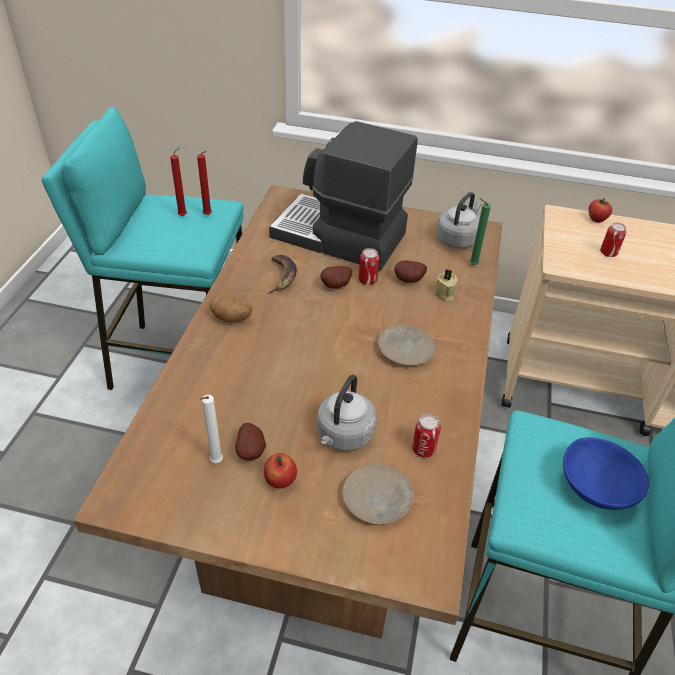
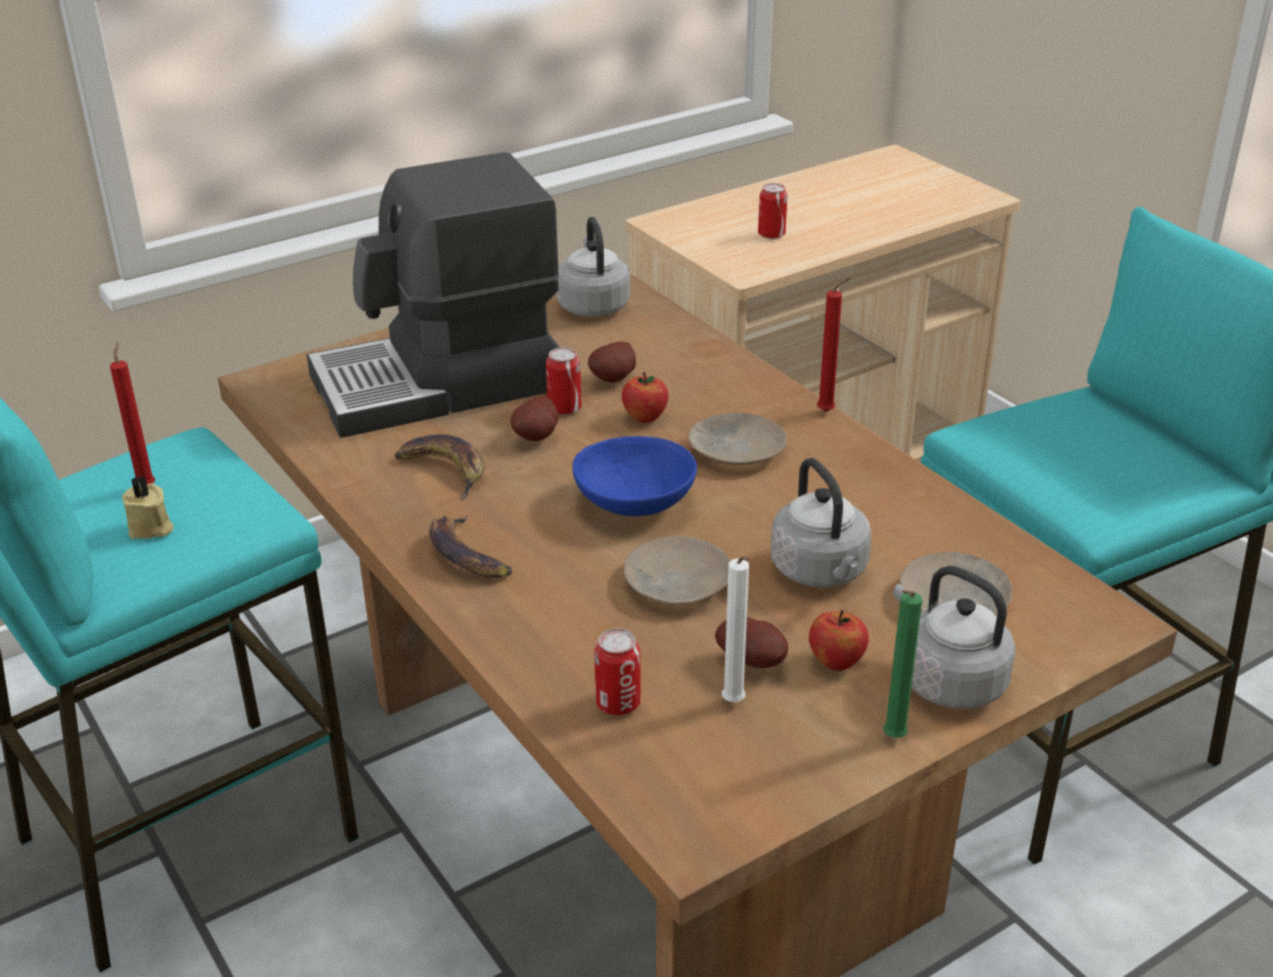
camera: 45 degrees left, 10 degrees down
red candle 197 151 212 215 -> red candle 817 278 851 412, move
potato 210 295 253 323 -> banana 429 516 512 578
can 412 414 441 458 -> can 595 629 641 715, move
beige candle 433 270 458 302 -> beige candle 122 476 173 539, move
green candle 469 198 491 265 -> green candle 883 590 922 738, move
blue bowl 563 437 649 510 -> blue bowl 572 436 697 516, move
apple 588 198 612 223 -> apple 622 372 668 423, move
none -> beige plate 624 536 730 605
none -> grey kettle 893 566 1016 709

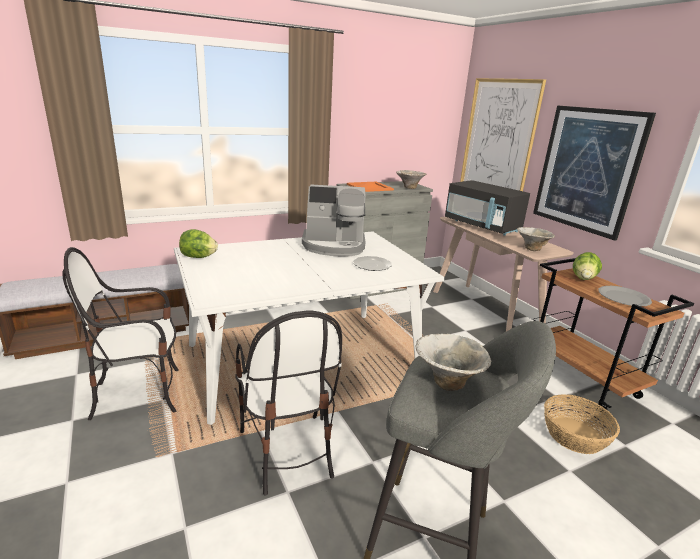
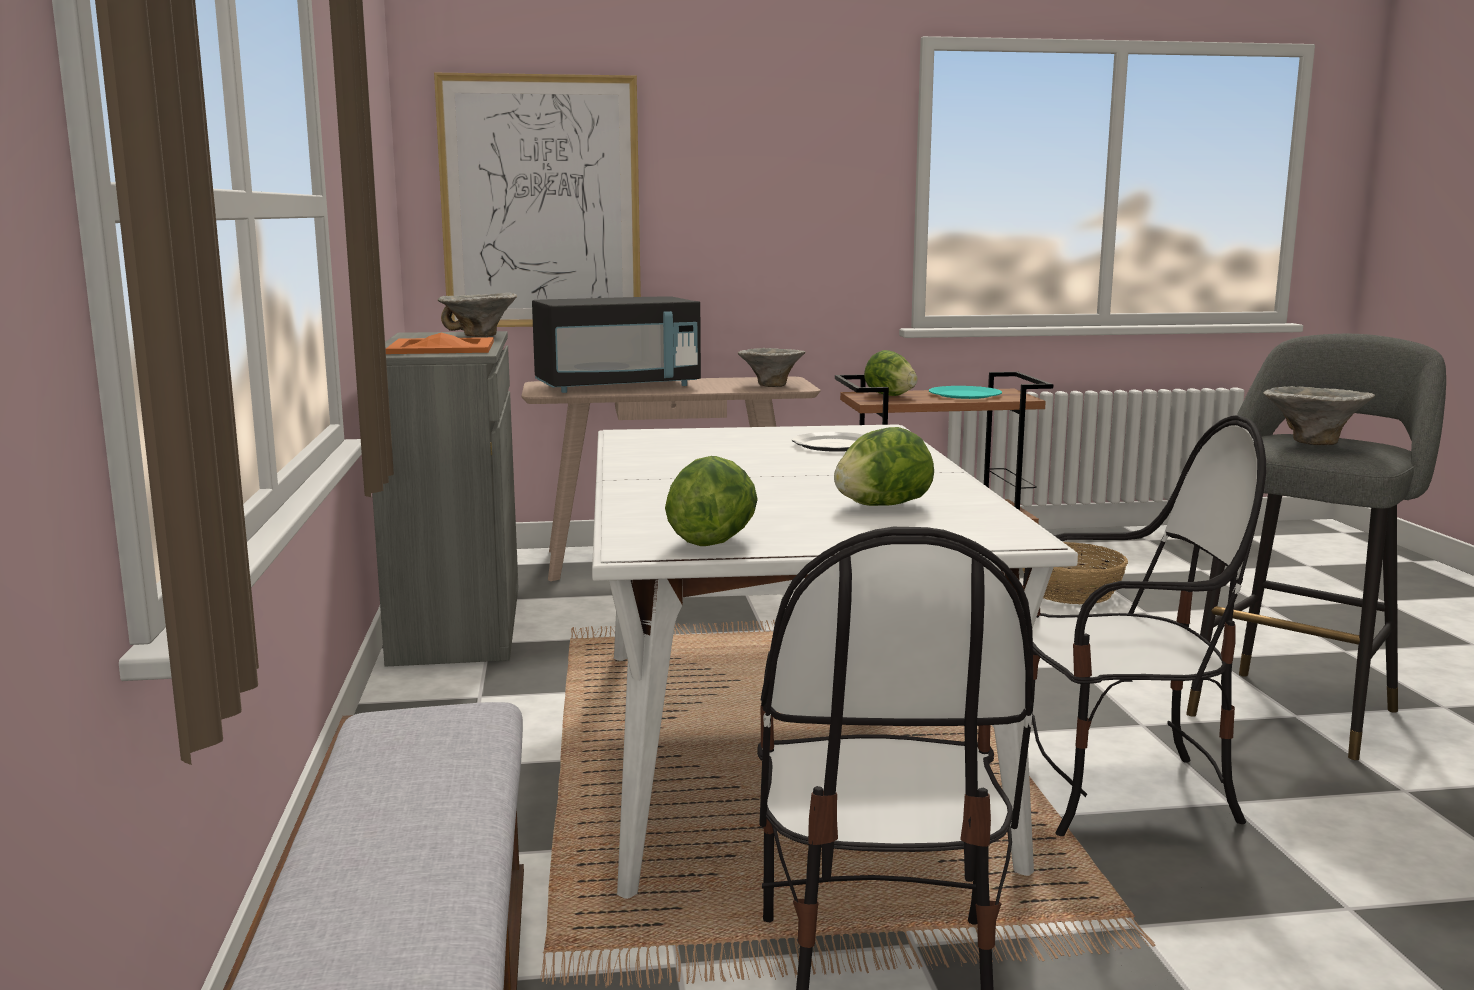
camera: 70 degrees left, 10 degrees down
coffee machine 302 184 366 257 -> none
picture 533 105 656 241 -> none
grey plate 598 286 652 306 -> turquoise plate 929 386 1002 399
none -> lettuce 834 427 934 506

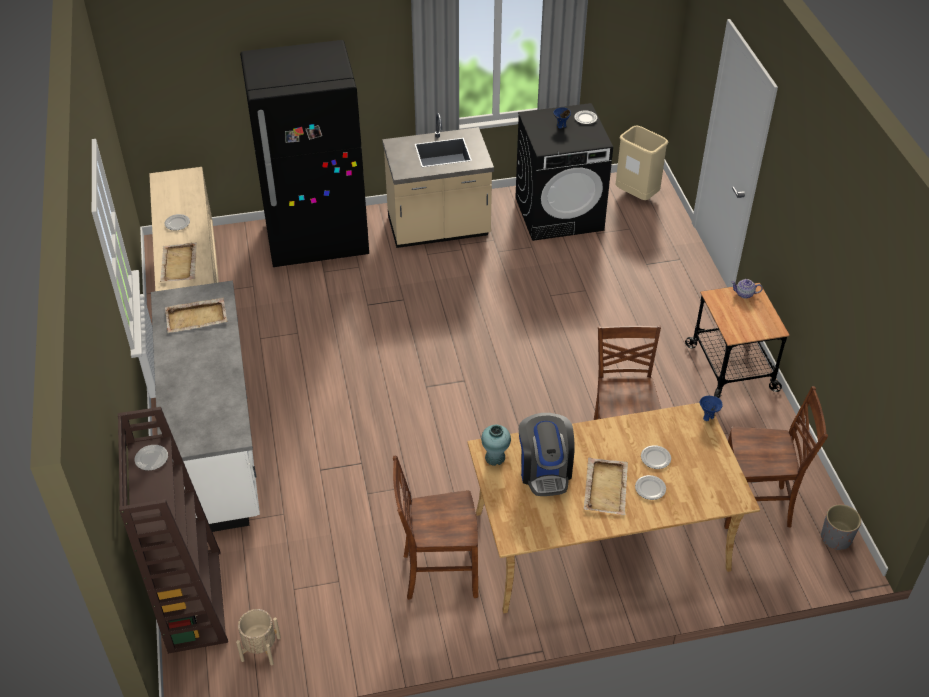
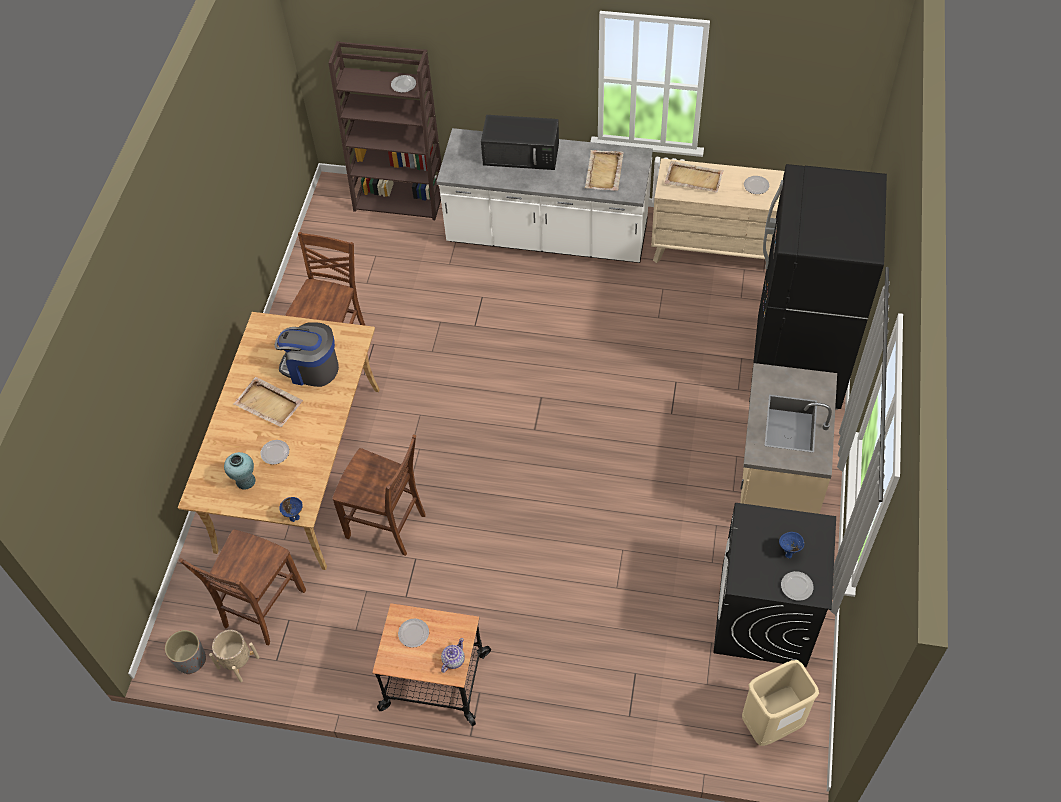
camera: 115 degrees right, 10 degrees up
beige planter 236 609 281 666 -> beige planter 209 630 260 682, move
turquoise vase 481 425 511 466 -> turquoise vase 224 452 256 490, move
plate 635 475 666 500 -> plate 398 619 429 648, move
none -> black microwave 481 115 559 170

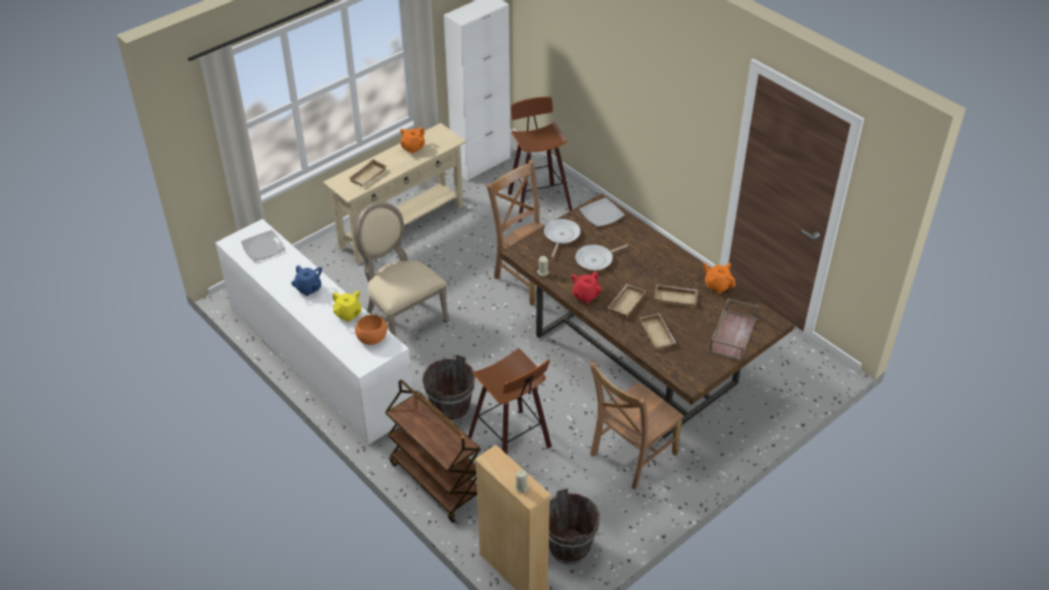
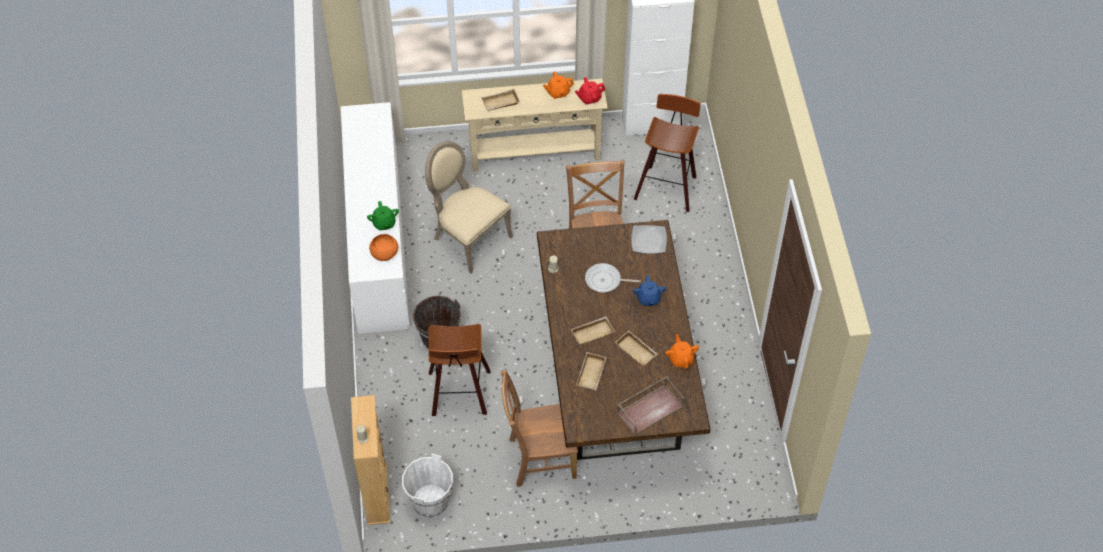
camera: 35 degrees right, 10 degrees up
plate 241 230 285 261 -> none
blue teapot 291 265 322 296 -> blue teapot 633 276 666 306, move
yellow teapot 333 291 362 322 -> green teapot 367 201 399 231
beige chair 354 202 449 337 -> beige chair 425 141 513 274, 45 degrees counterclockwise
brown cart 385 380 481 523 -> none
frying pan 544 219 581 258 -> none
brown bucket 549 488 600 565 -> white bucket 402 454 453 517
red teapot 571 271 602 303 -> red teapot 575 77 606 105, move

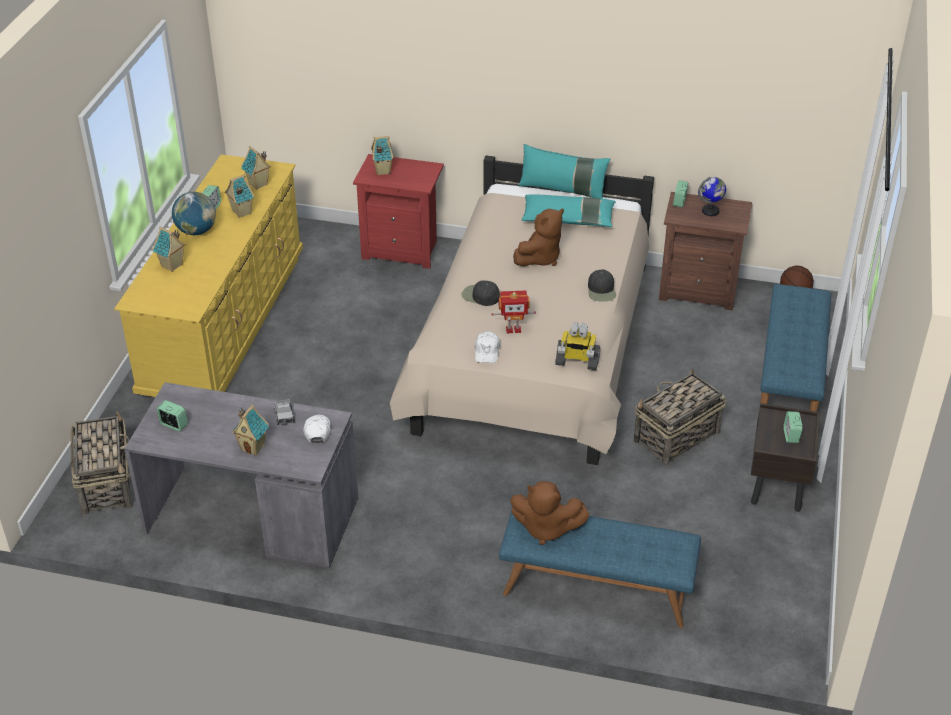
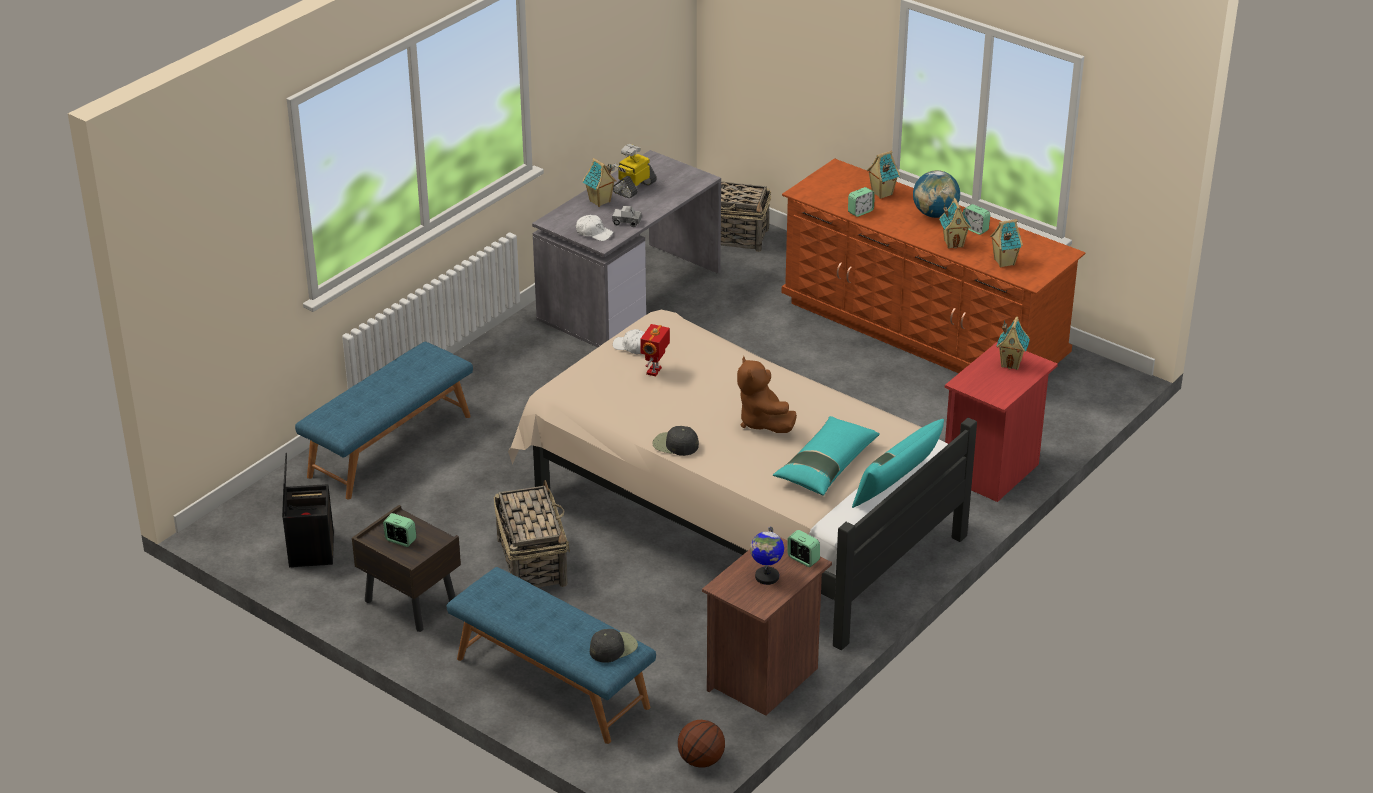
camera: 115 degrees right, 5 degrees down
yellow dresser 114 154 303 397 -> brown dresser 782 159 1085 373
alarm clock 157 400 188 432 -> alarm clock 848 187 875 217, move
black cap 462 281 500 306 -> black cap 590 629 638 663, move
brown plush toy 510 481 590 545 -> none
toy robot 555 322 600 370 -> toy robot 611 144 657 198, move
none -> black storage box 282 453 334 567

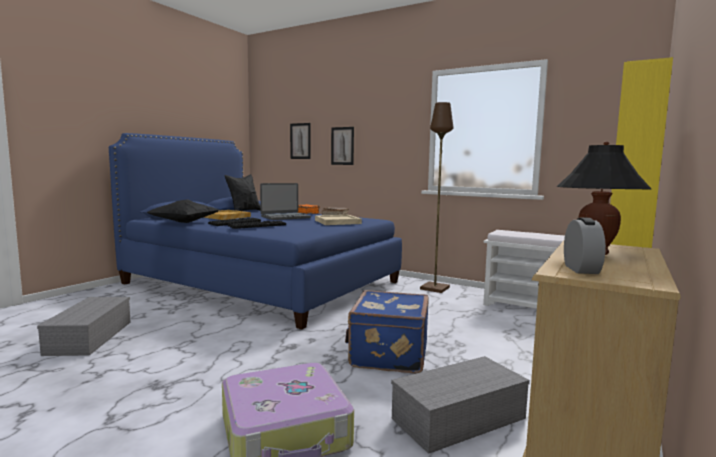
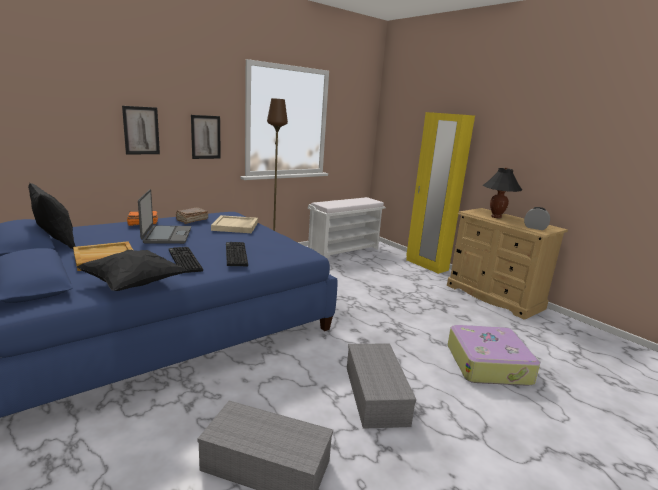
camera: 70 degrees left, 10 degrees up
picture 290 123 311 159 -> picture 191 115 221 159, move
blue suitcase 345 290 429 373 -> none
grey storage box 391 356 530 454 -> grey storage box 347 344 416 429, move

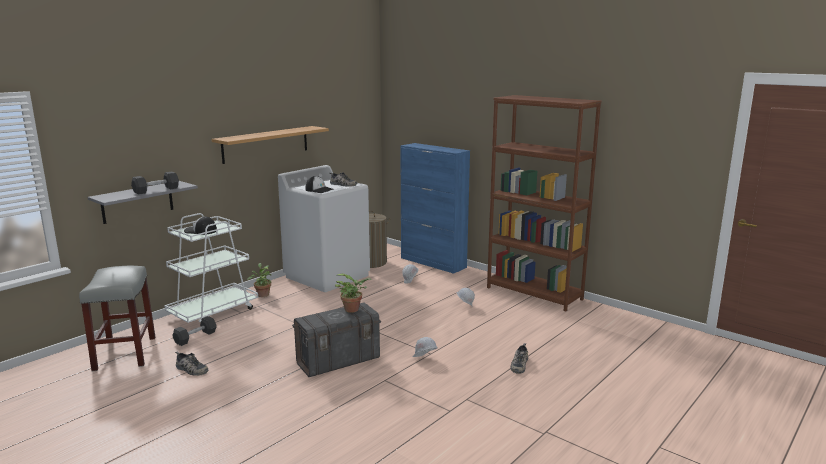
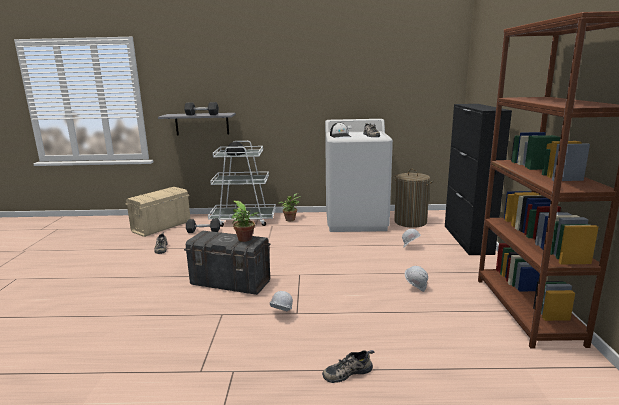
camera: 50 degrees right, 0 degrees up
grey stool 79 266 155 372 -> beige storage box 125 187 191 237
shelf 211 126 329 164 -> none
blue cabinet 400 143 470 274 -> black cabinet 445 104 512 255

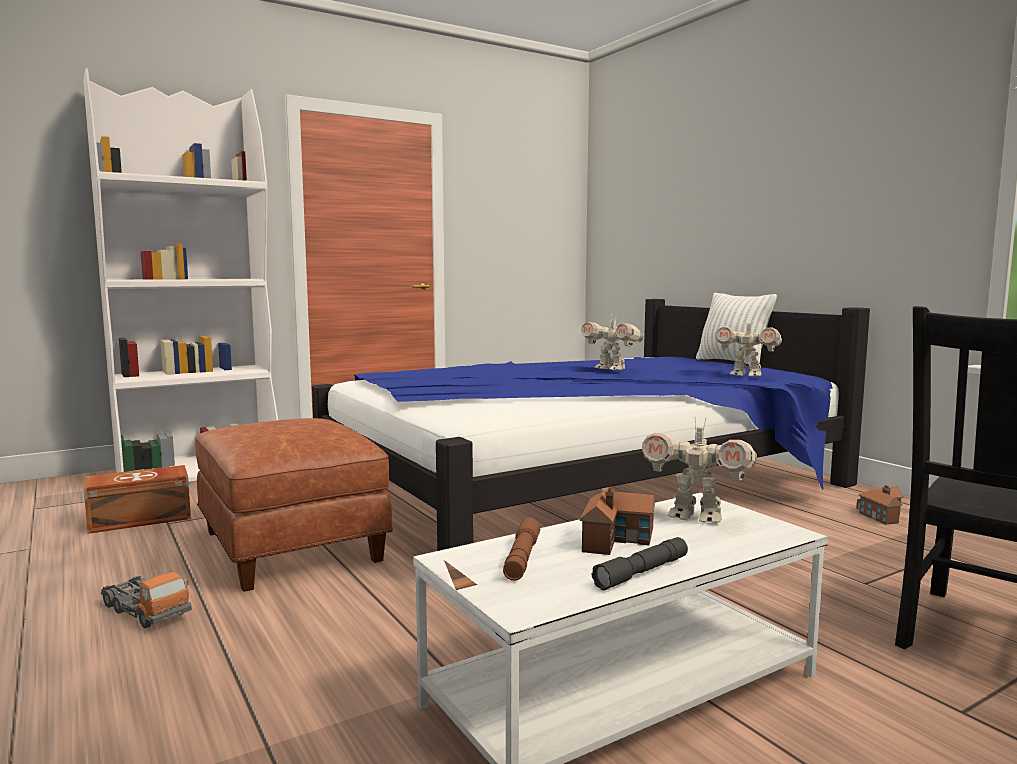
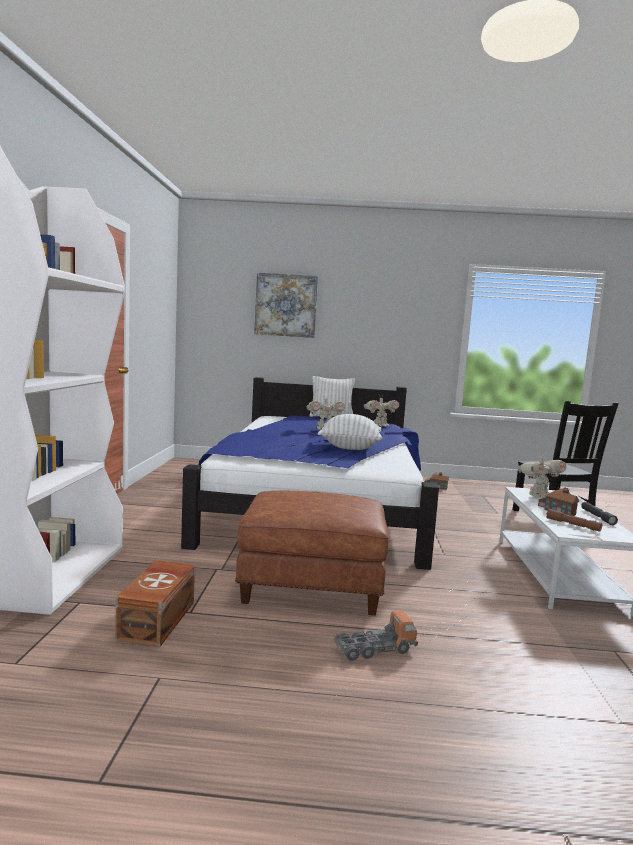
camera: 55 degrees left, 0 degrees up
none -> picture 254 273 318 338
none -> white pillow 318 414 382 450

